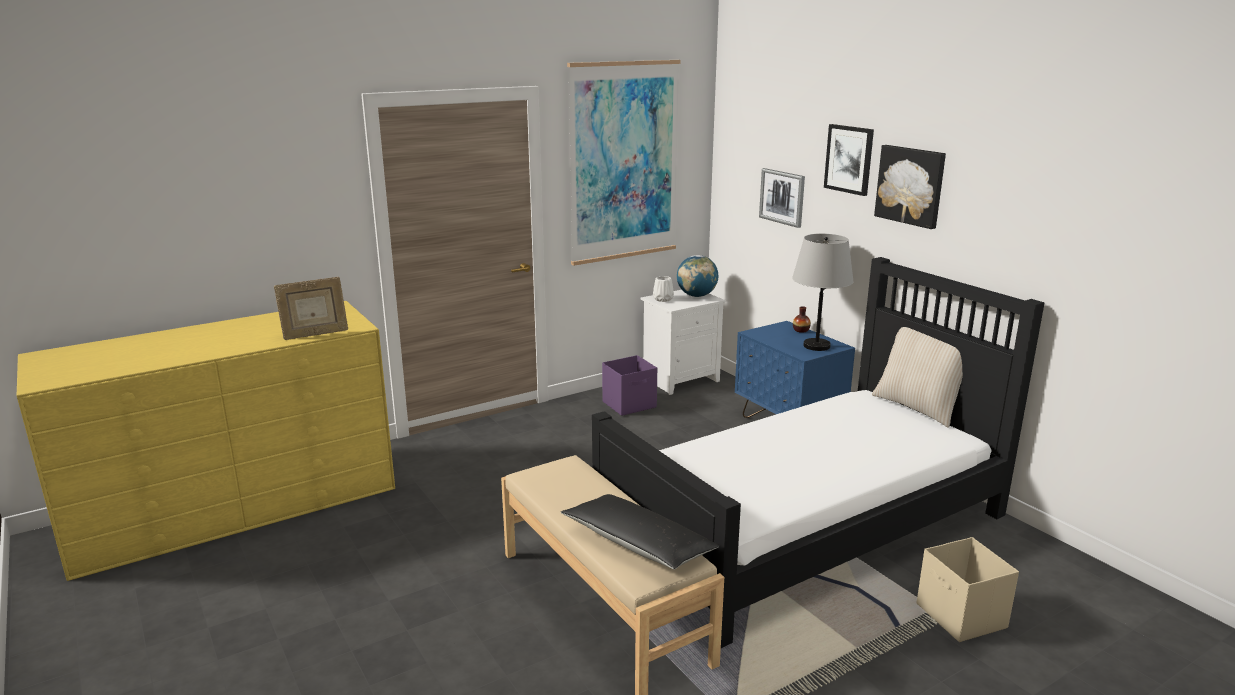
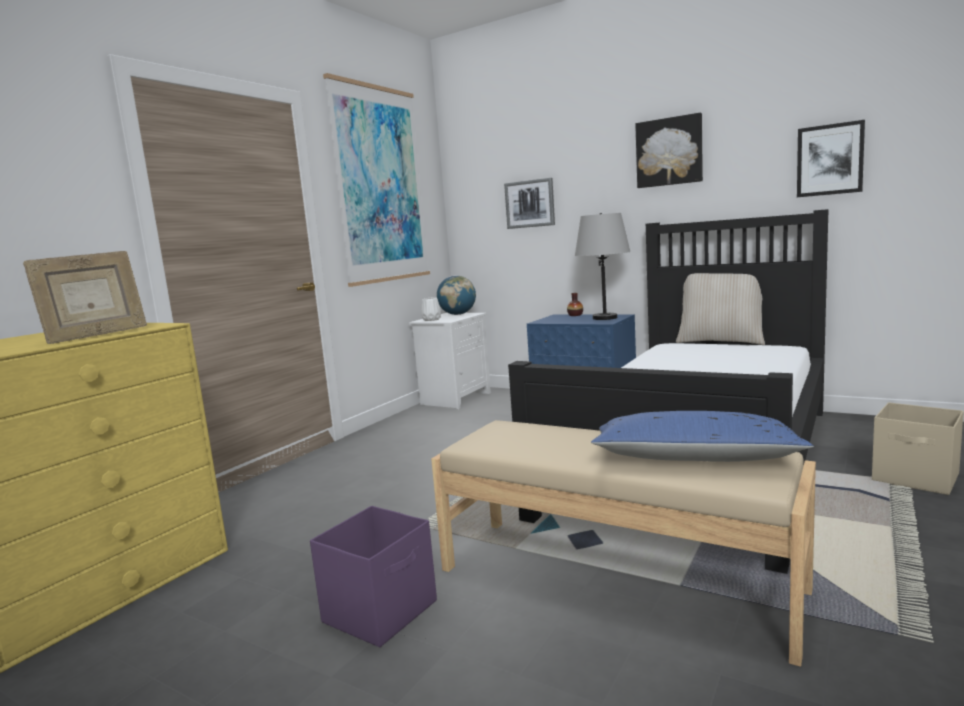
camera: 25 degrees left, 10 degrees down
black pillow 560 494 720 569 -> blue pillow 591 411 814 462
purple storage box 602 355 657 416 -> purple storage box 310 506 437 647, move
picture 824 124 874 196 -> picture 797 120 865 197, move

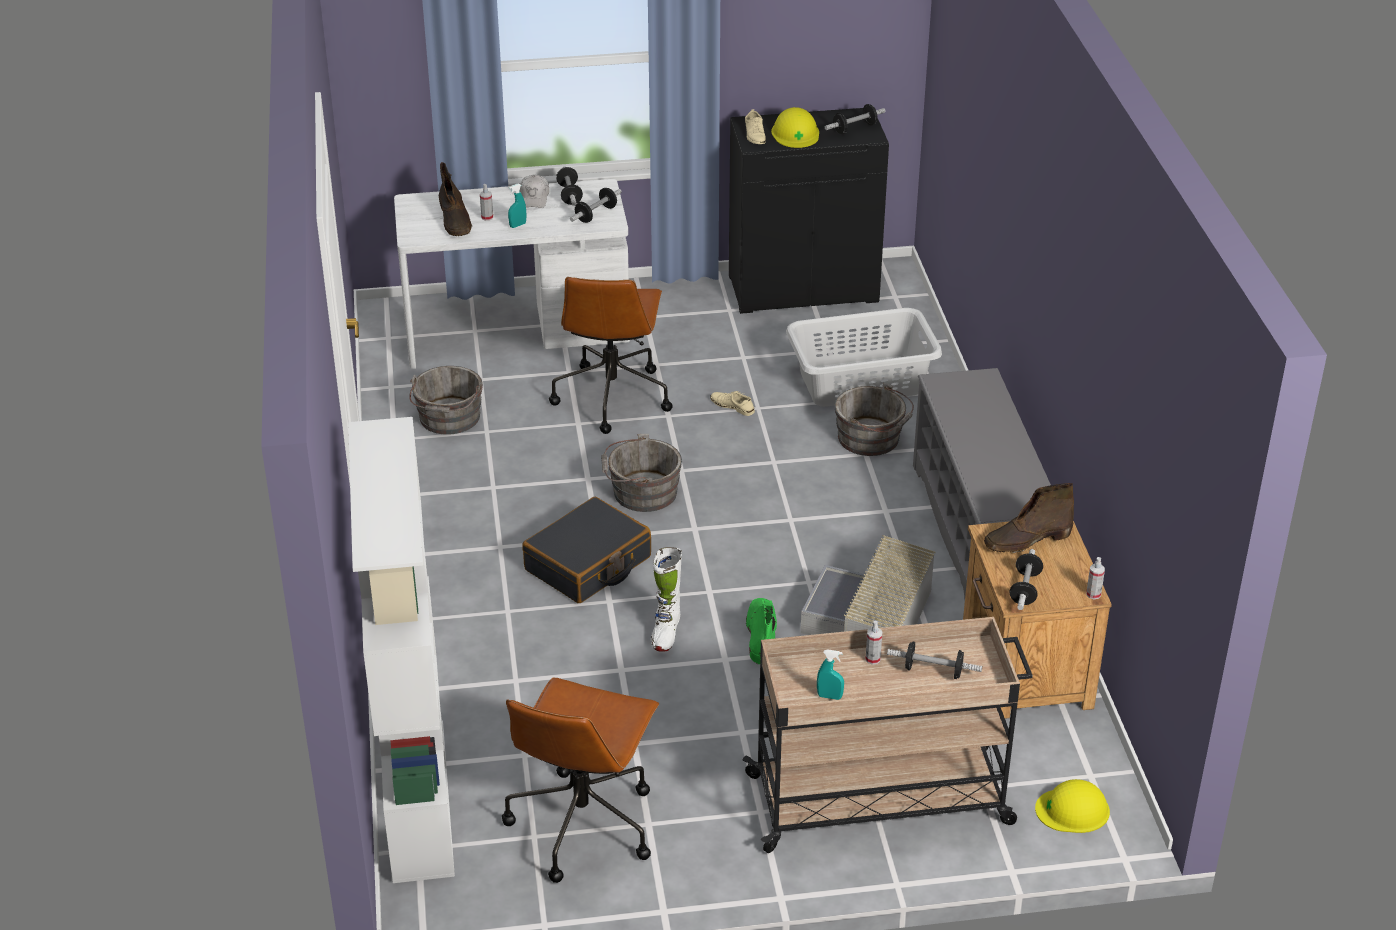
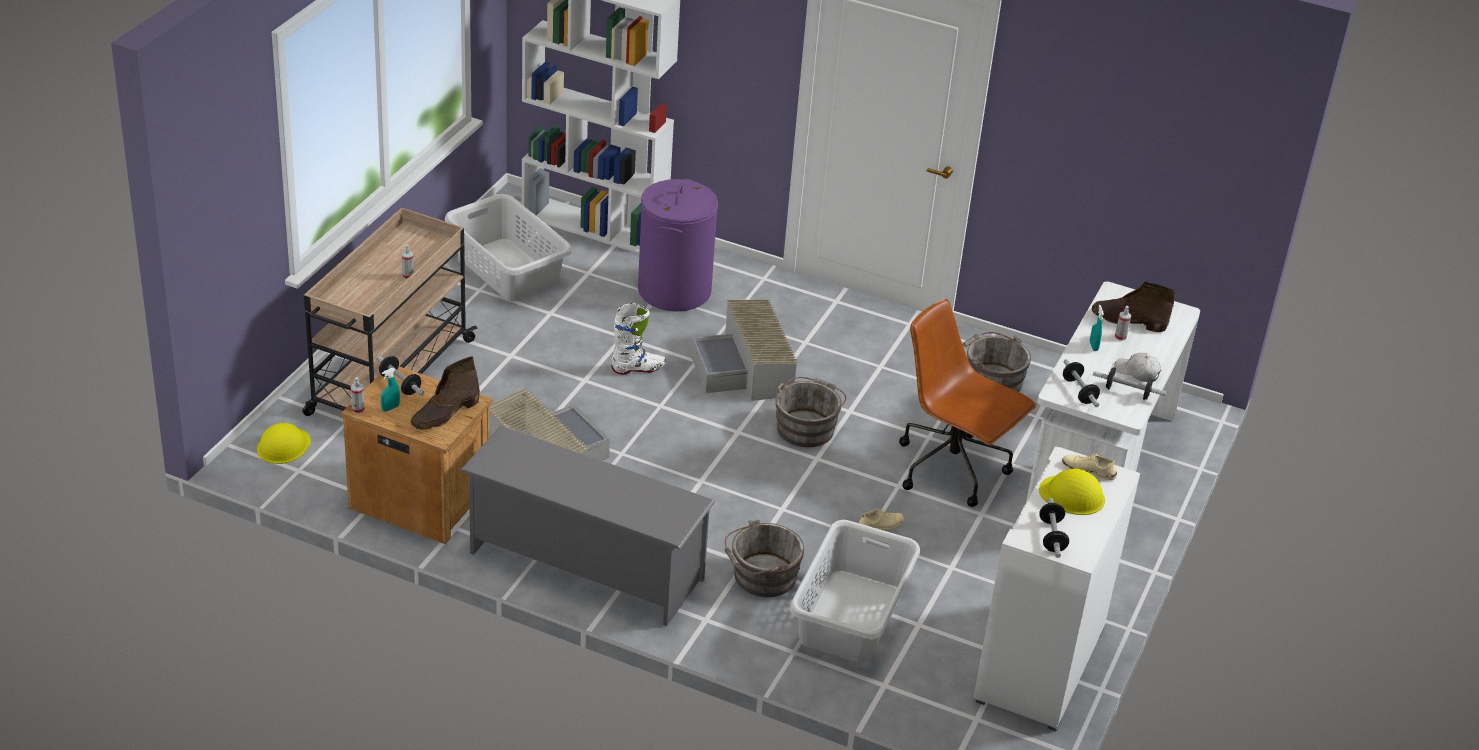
camera: 120 degrees right, 0 degrees up
brown office chair 502 677 659 883 -> grey laundry basket 445 194 573 301
black suitcase 522 497 651 603 -> grey storage box 691 300 798 401
white boot 651 547 682 652 -> white boot 611 303 666 375, 120 degrees clockwise
black cabinet 729 108 889 314 -> white cabinet 973 446 1140 731
green boot 746 598 777 665 -> none
turquoise spray bottle 817 649 844 700 -> turquoise spray bottle 381 368 400 412, move
dumbbell 887 642 982 679 -> none
brown boot 984 483 1074 553 -> brown boot 411 356 480 430, 150 degrees counterclockwise
none -> purple laundry basket 638 179 718 311

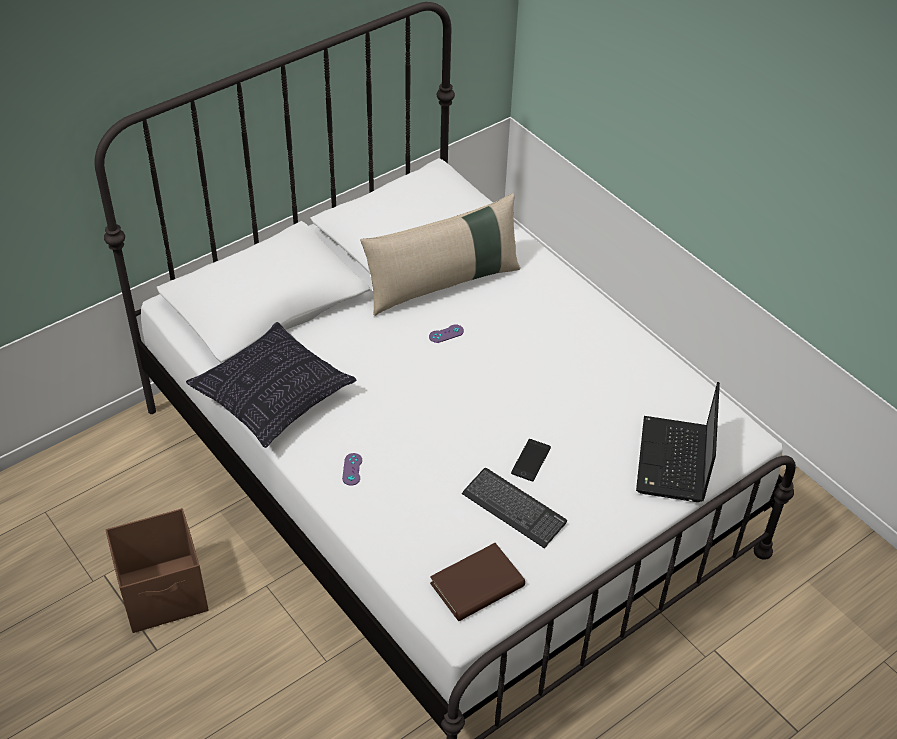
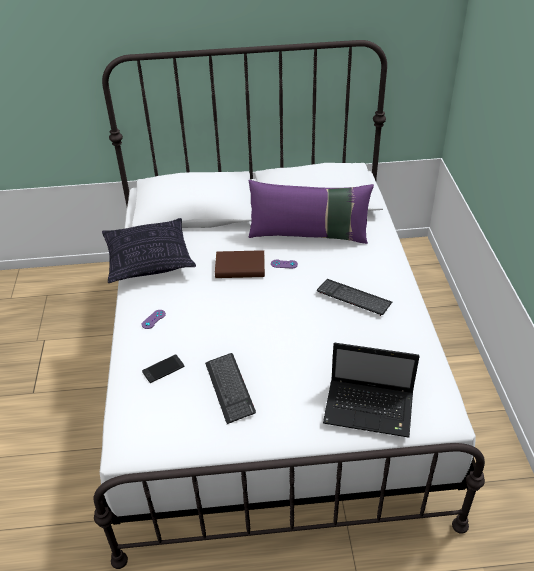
camera: 35 degrees right, 5 degrees down
brown storage box 106 508 208 633 -> none
beige pillow 360 193 520 316 -> purple pillow 249 180 374 244
brown book 430 543 525 621 -> brown book 215 250 265 278, move
phone 511 439 551 481 -> phone 142 354 184 383, move
laptop 636 382 720 502 -> laptop 323 343 420 438, 120 degrees counterclockwise
none -> keyboard 317 279 393 316

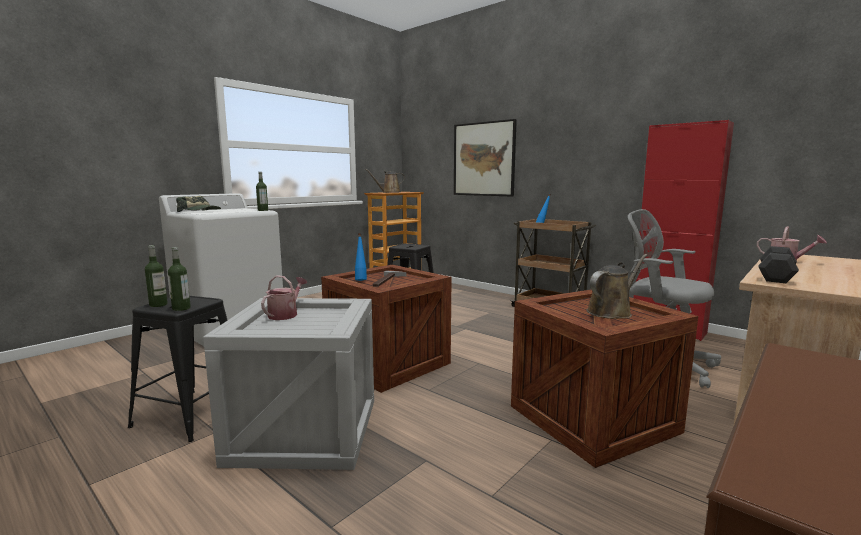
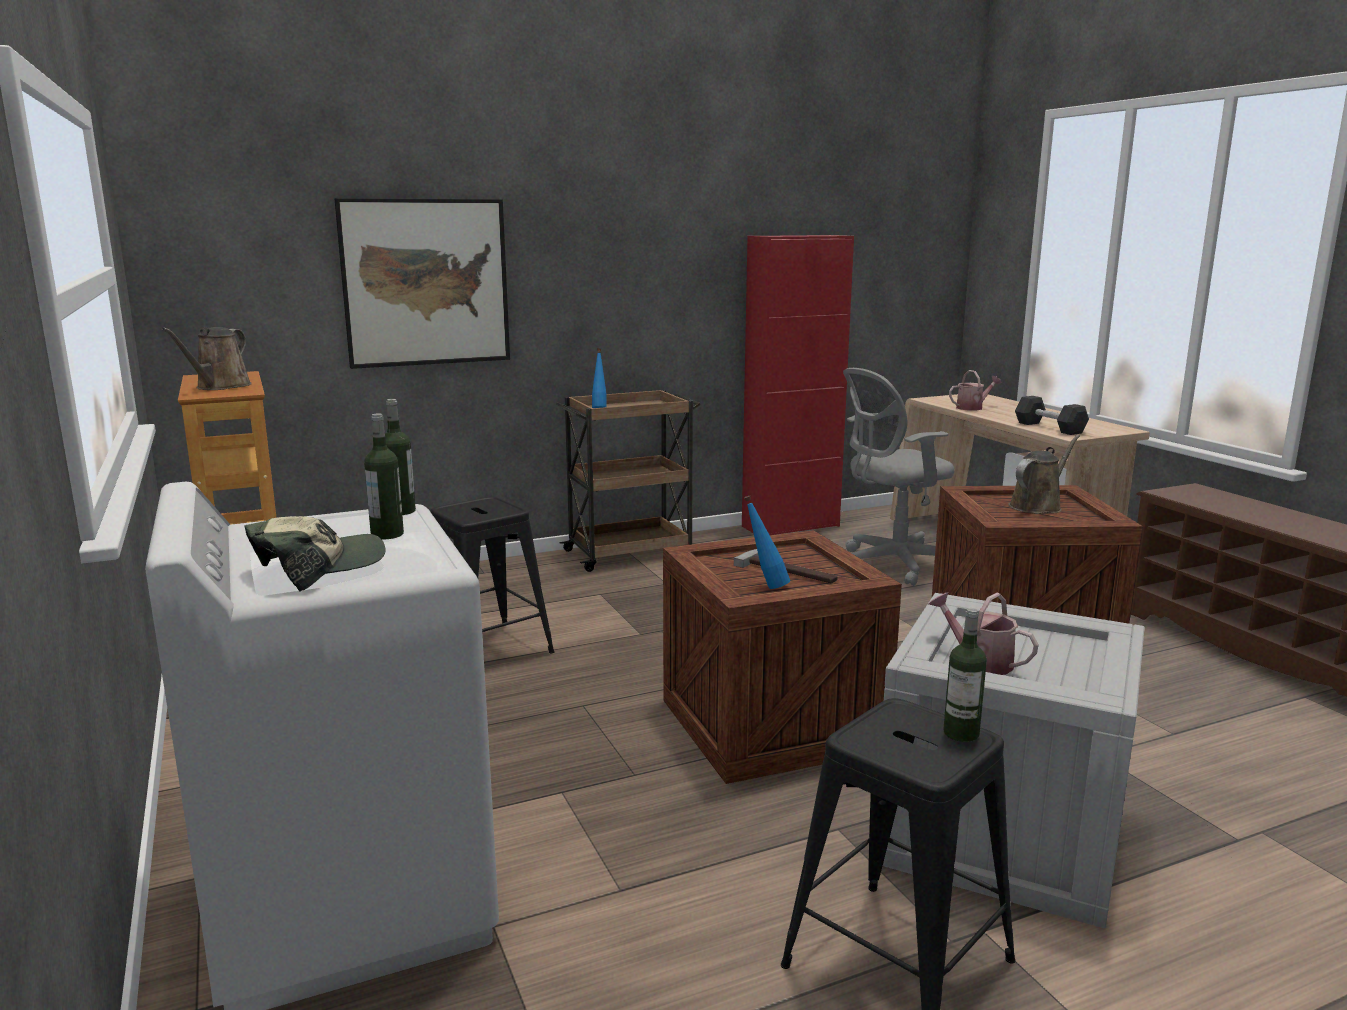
camera: 65 degrees left, 5 degrees up
bottle 145 245 168 307 -> bottle 364 414 404 539, move
brown watering can 587 254 647 319 -> brown watering can 1009 435 1080 514, 60 degrees clockwise

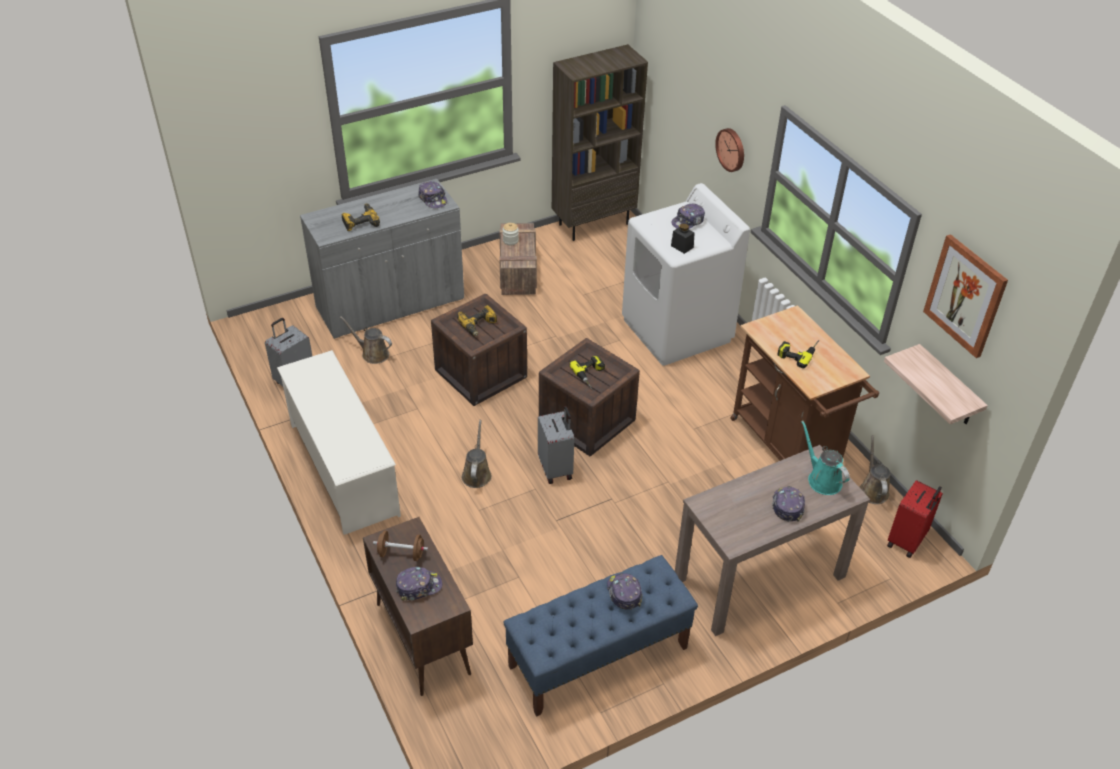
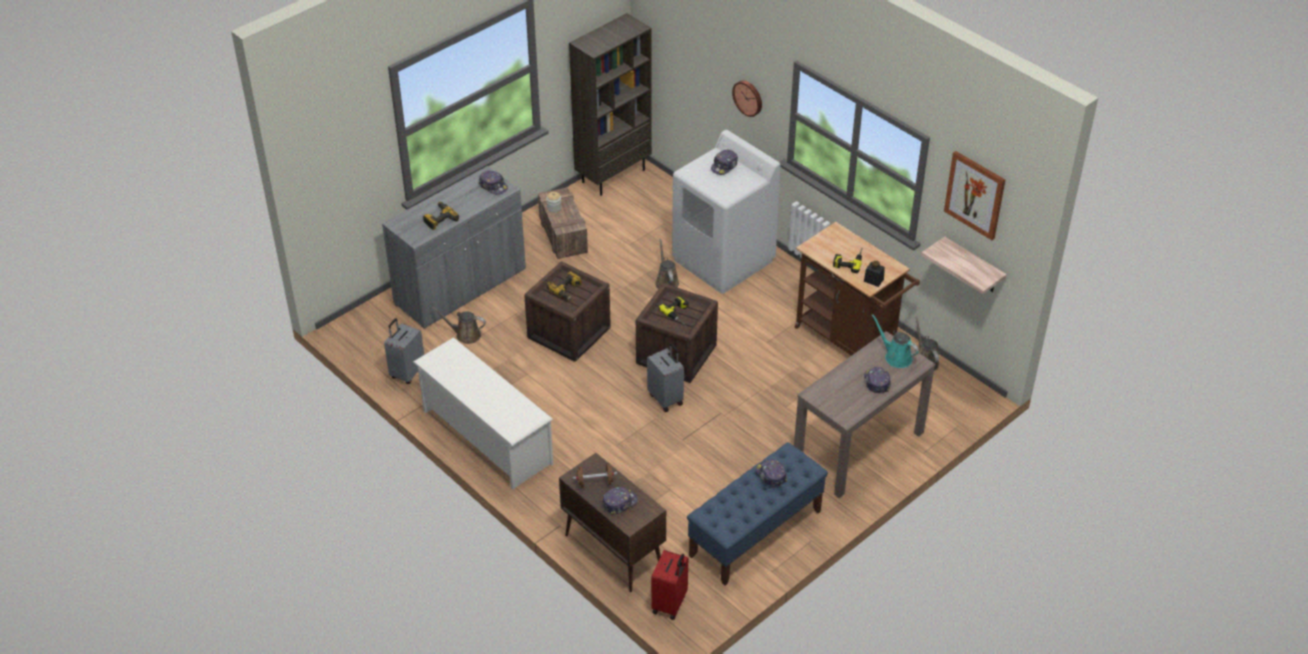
camera: 15 degrees left, 0 degrees up
brown watering can 462 420 492 488 -> brown watering can 655 239 679 289, move
black jar 671 223 694 254 -> black jar 864 261 885 287, move
red suitcase 887 480 943 558 -> red suitcase 651 550 688 620, move

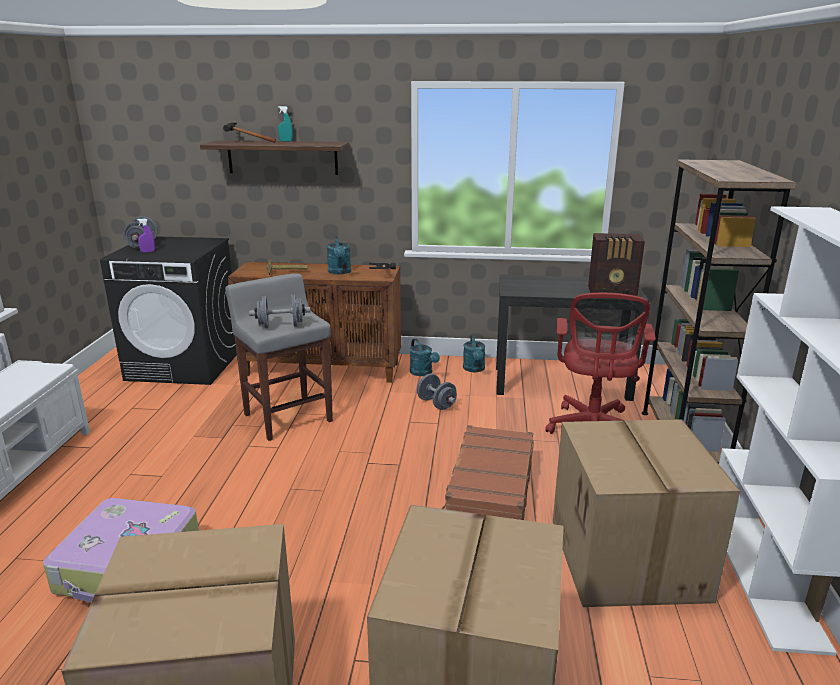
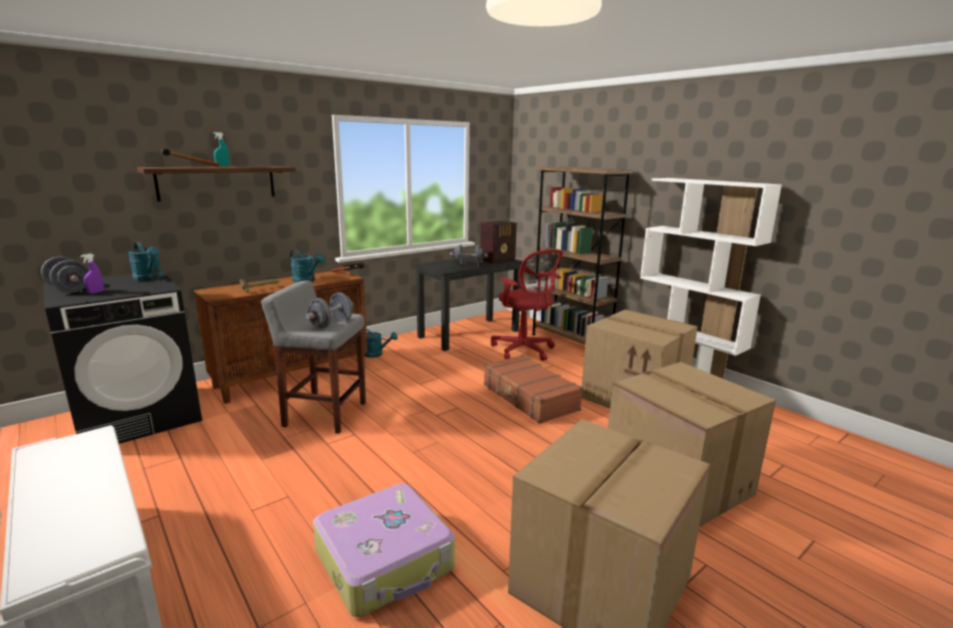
camera: 45 degrees left, 5 degrees down
grey dumbbell 417 374 457 410 -> grey dumbbell 450 244 488 266, move
turquoise watering can 463 335 485 372 -> turquoise watering can 128 241 162 281, move

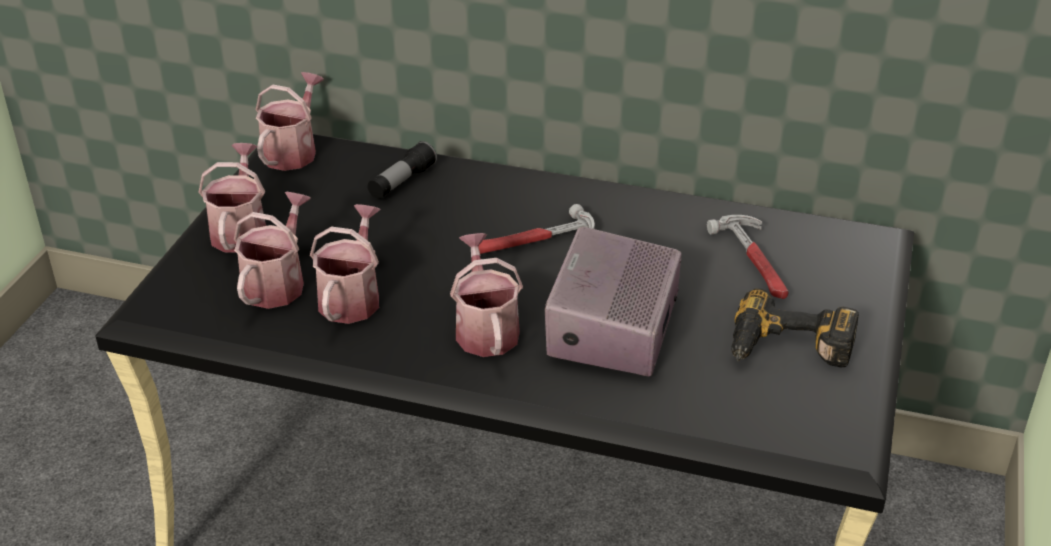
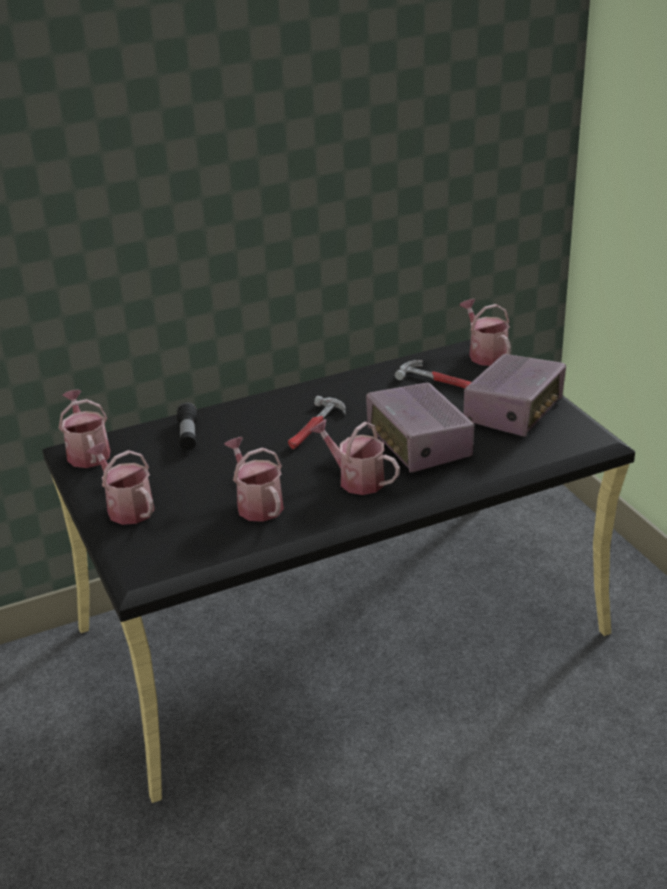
camera: 40 degrees left, 5 degrees down
watering can 234 192 311 309 -> watering can 460 299 511 366, move
power drill 732 288 859 368 -> radio 463 354 566 437

